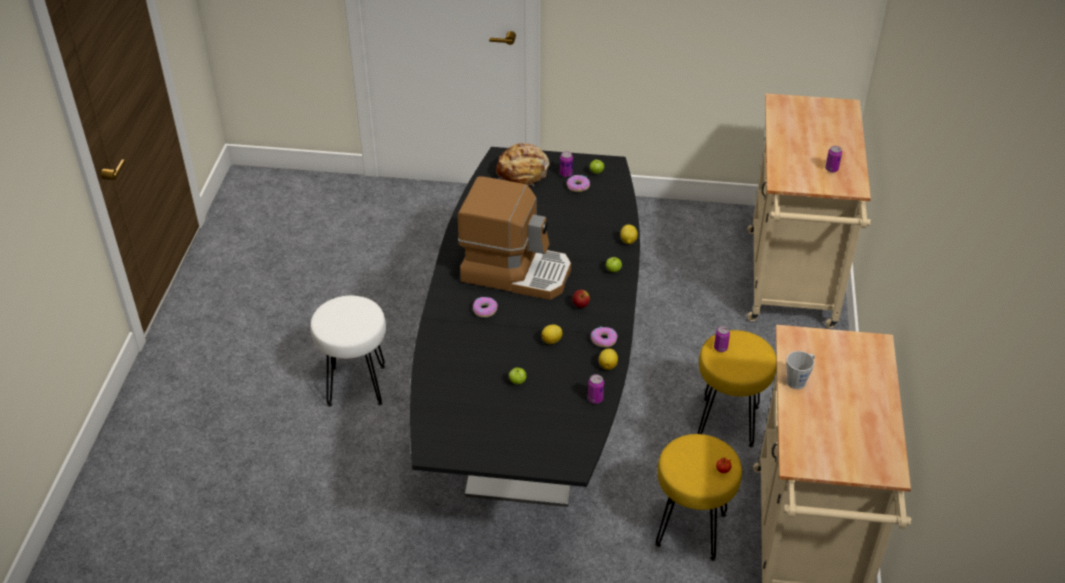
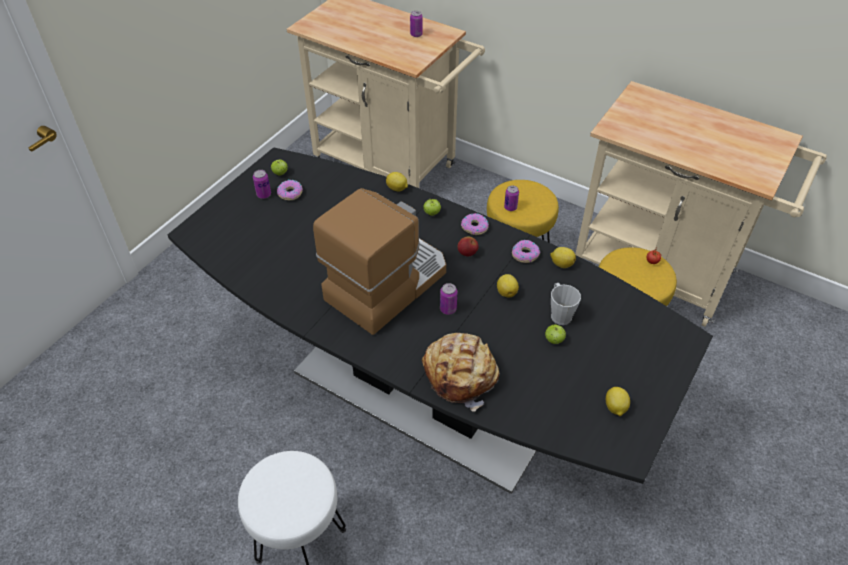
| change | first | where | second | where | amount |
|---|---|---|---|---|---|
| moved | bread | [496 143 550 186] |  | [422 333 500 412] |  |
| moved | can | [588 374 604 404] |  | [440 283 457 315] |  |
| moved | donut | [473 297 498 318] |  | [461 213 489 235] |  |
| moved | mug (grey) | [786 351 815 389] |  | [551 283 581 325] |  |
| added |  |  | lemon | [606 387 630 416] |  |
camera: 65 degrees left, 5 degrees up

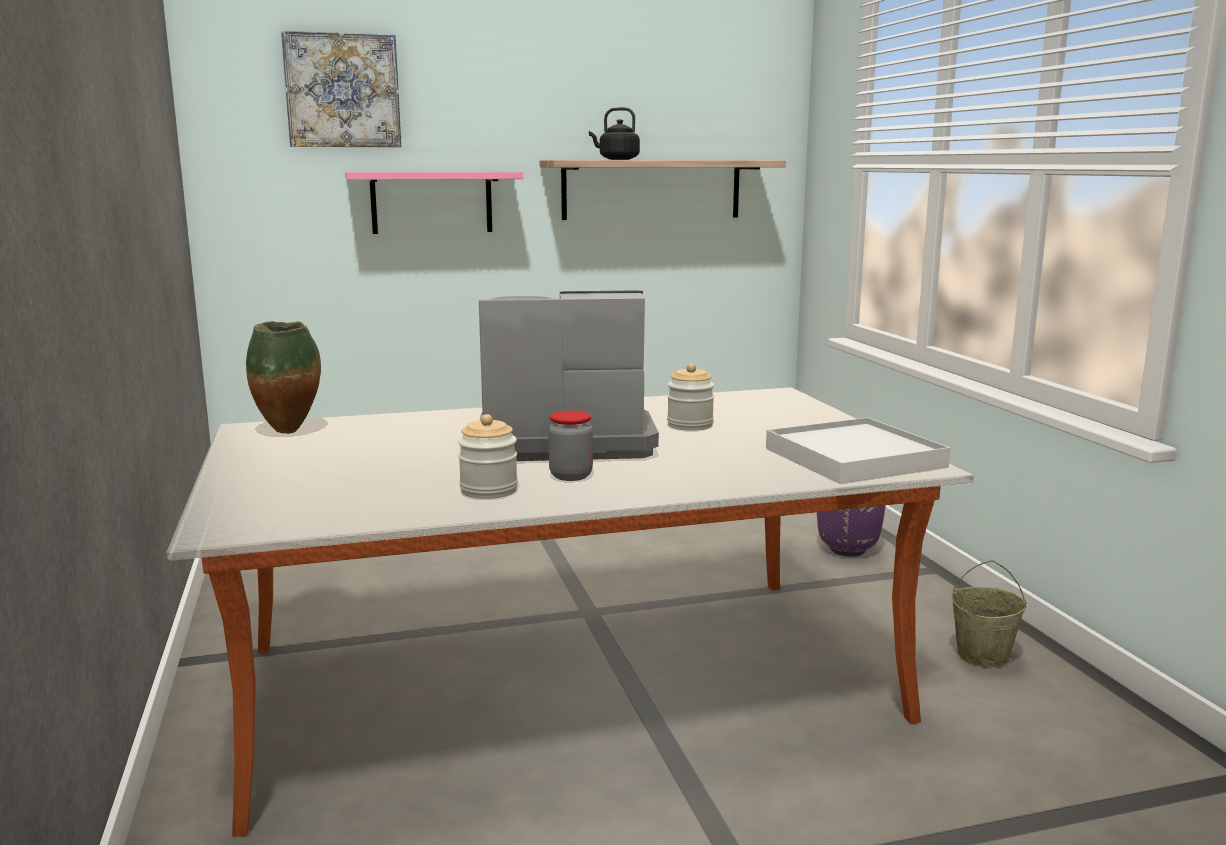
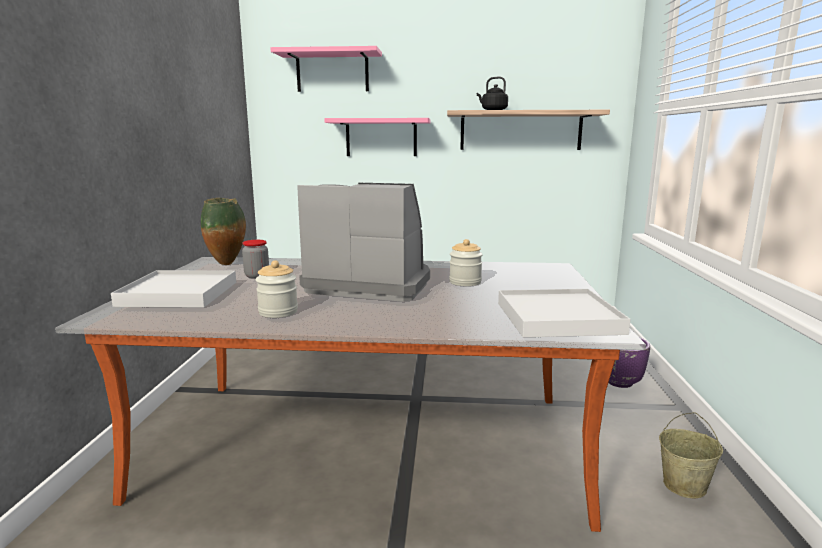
| change | first | where | second | where | amount |
|---|---|---|---|---|---|
| added |  |  | tray (white) | [111 270 236 308] |  |
| moved | jar | [548 410 593 481] |  | [242 240 269 279] |  |
| replaced | picture | [281 30 401 147] | shelf (pink) | [270 46 382 92] |  |
camera: 20 degrees right, 0 degrees up

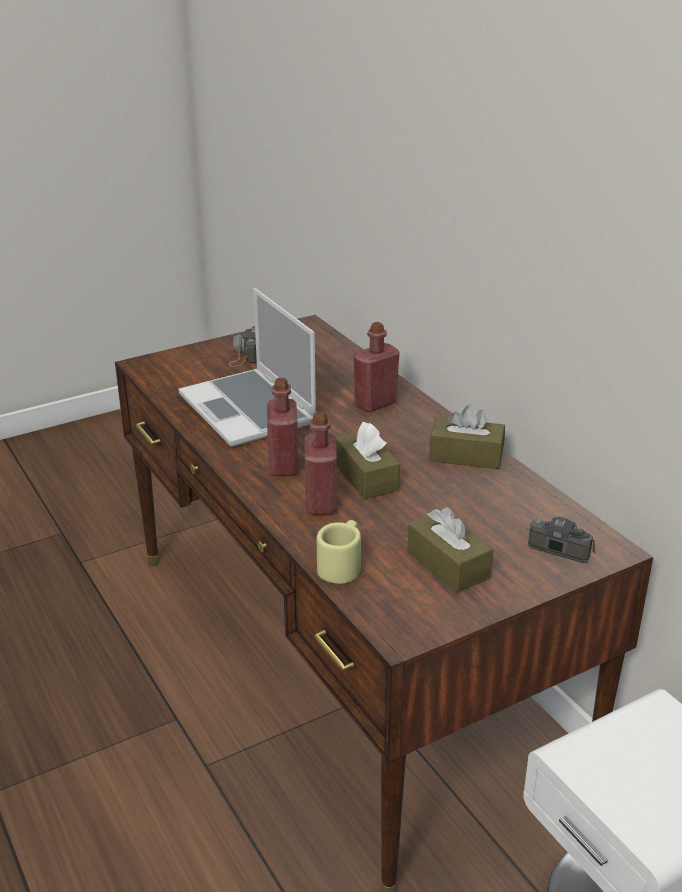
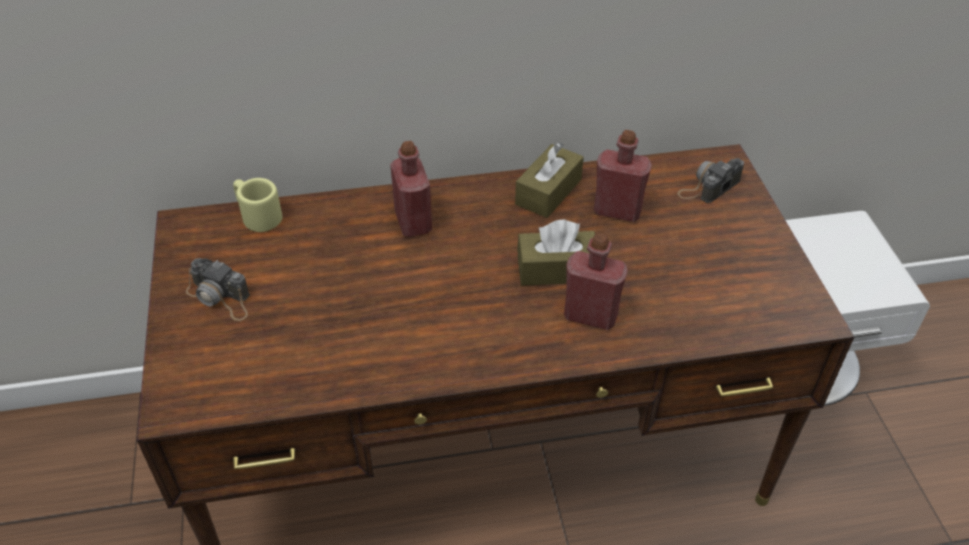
| change | first | where | second | where | amount |
|---|---|---|---|---|---|
| moved | mug (beige) | [317 520 361 584] |  | [233 178 283 232] |  |
| moved | bottle (red) | [267 378 299 476] |  | [594 130 652 222] |  |
| removed | laptop | [178 288 316 447] |  |  |  |
| removed | tissue box (brown) | [407 507 494 593] |  |  |  |
camera: 70 degrees left, 15 degrees up

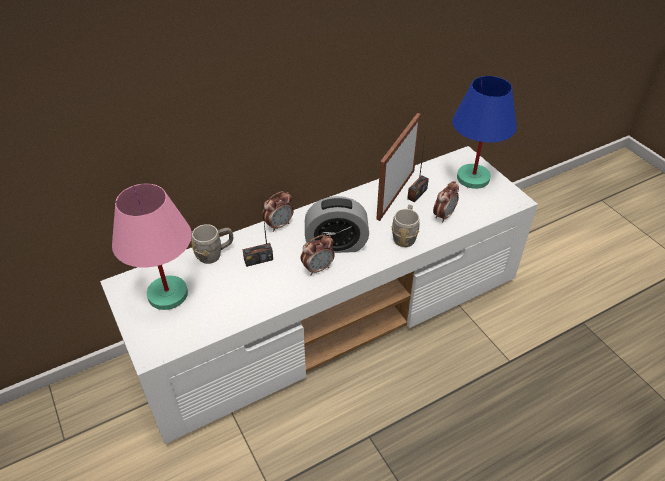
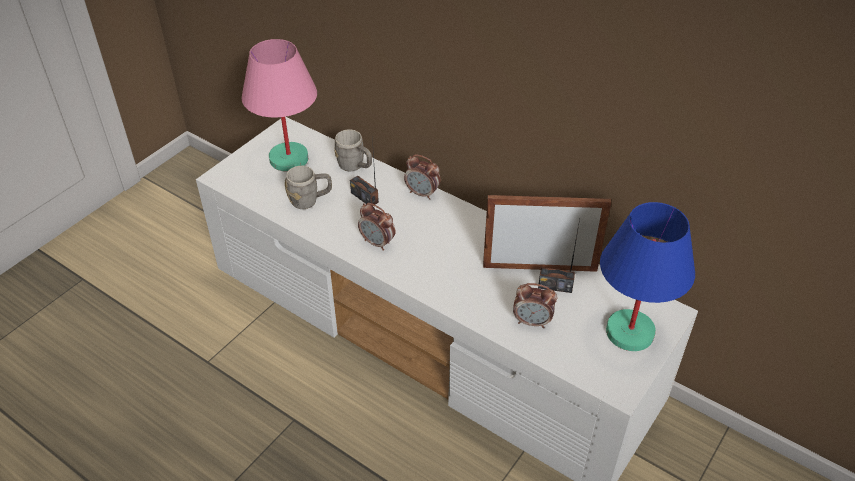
| change | first | where | second | where | amount |
|---|---|---|---|---|---|
| moved | mug (grey) | [392 205 420 247] |  | [285 166 332 209] |  |
| removed | alarm clock | [305 196 369 253] |  |  |  |
camera: 65 degrees right, 0 degrees up

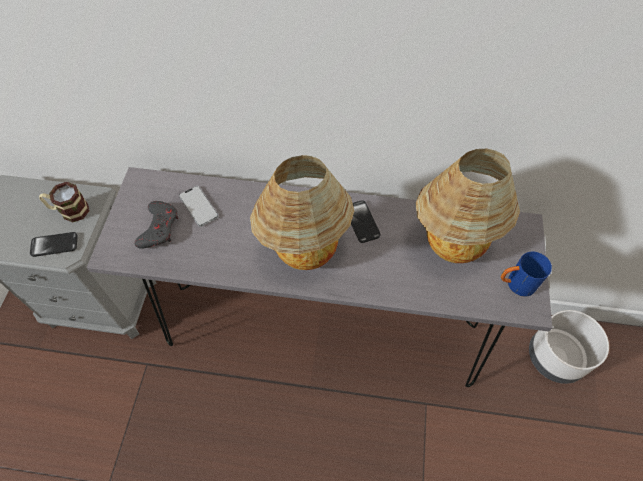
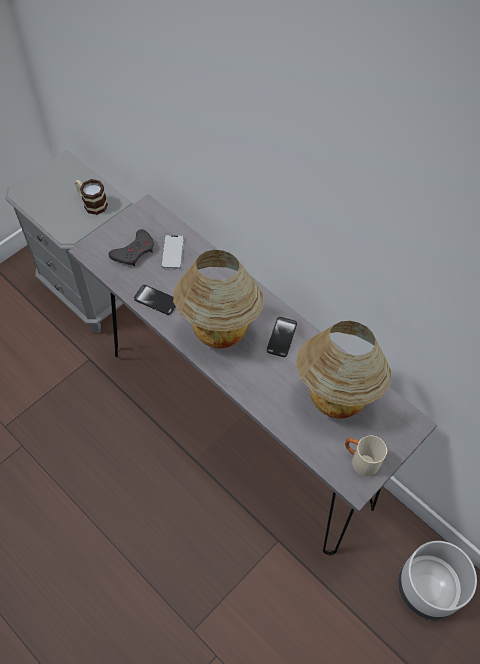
| change | first | where | second | where | amount |
|---|---|---|---|---|---|
| moved | phone | [30 232 78 257] |  | [134 285 176 315] |  |
| recoloured | mug (blue) | [501 252 552 297] | mug (beige) | [345 436 387 476] |  |
camera: 35 degrees right, 0 degrees up

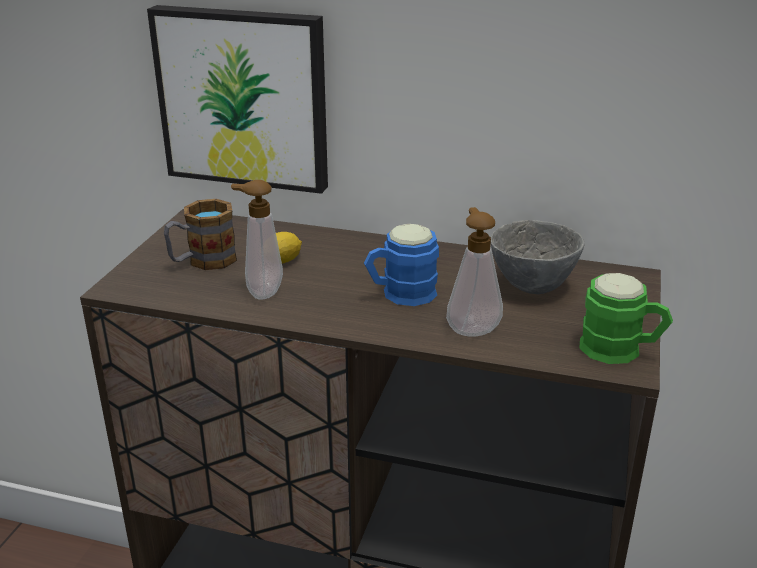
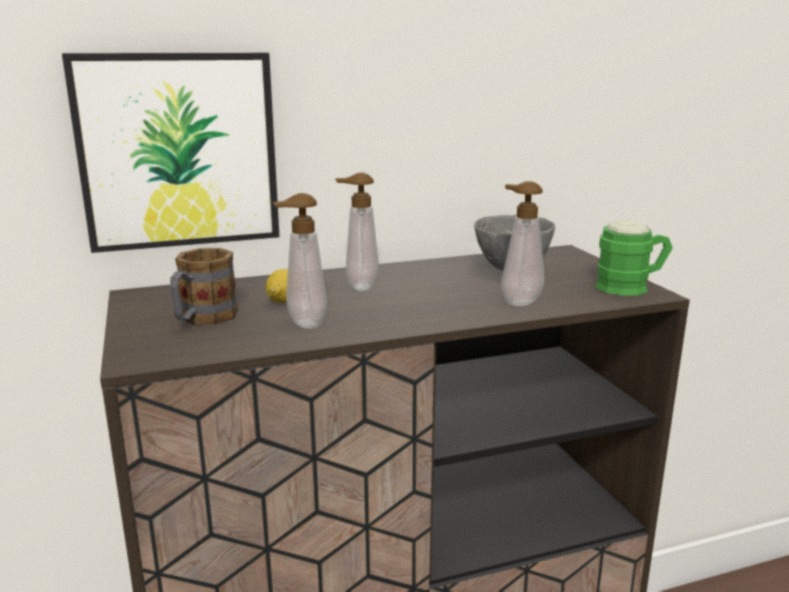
| change | first | where | second | where | amount |
|---|---|---|---|---|---|
| added |  |  | soap dispenser | [335 173 379 291] |  |
| removed | mug (blue) | [364 224 439 306] |  |  |  |
camera: 35 degrees left, 10 degrees down

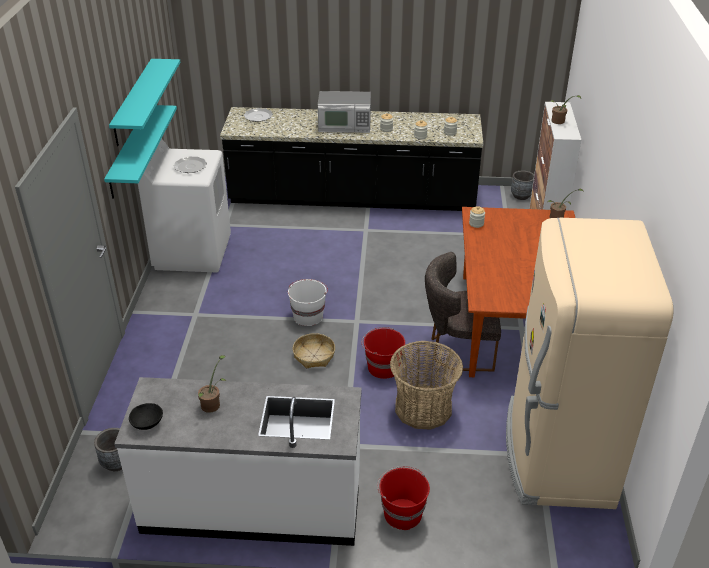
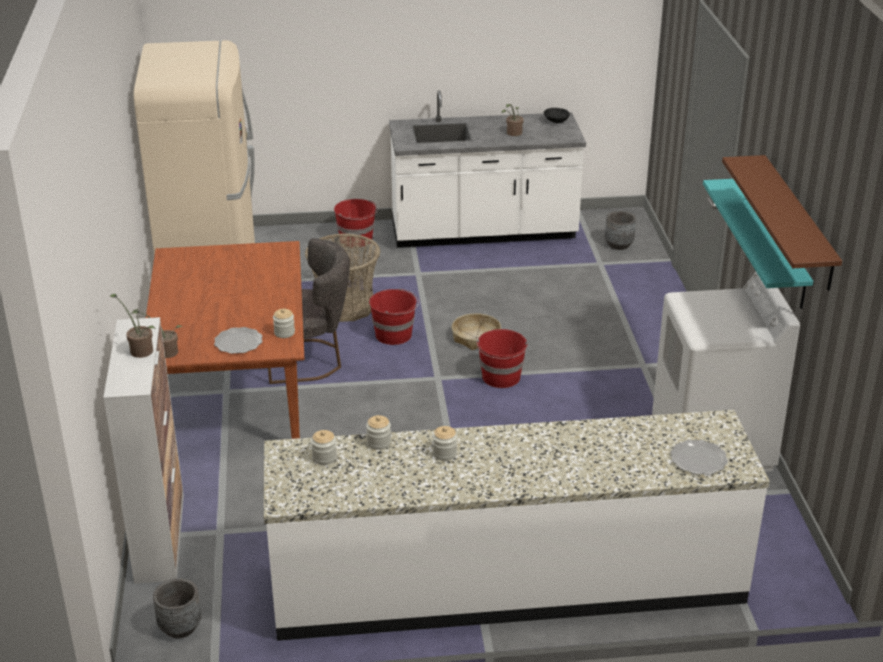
| change | first | where | second | where | amount |
|---|---|---|---|---|---|
| moved | plate | [173 156 207 173] |  | [214 327 263 354] |  |
| recoloured | counter (black) | [220 107 484 211] | counter (white) | [264 410 770 641] |  |
| recoloured | bucket (white) | [288 279 328 326] | bucket (red) | [477 329 528 388] |  |
| recoloured | shelf (turquoise) | [109 59 180 146] | shelf (brown) | [722 155 842 291] |  |
| removed | microwave | [318 91 371 133] |  |  |  |
camera: 170 degrees right, 5 degrees down

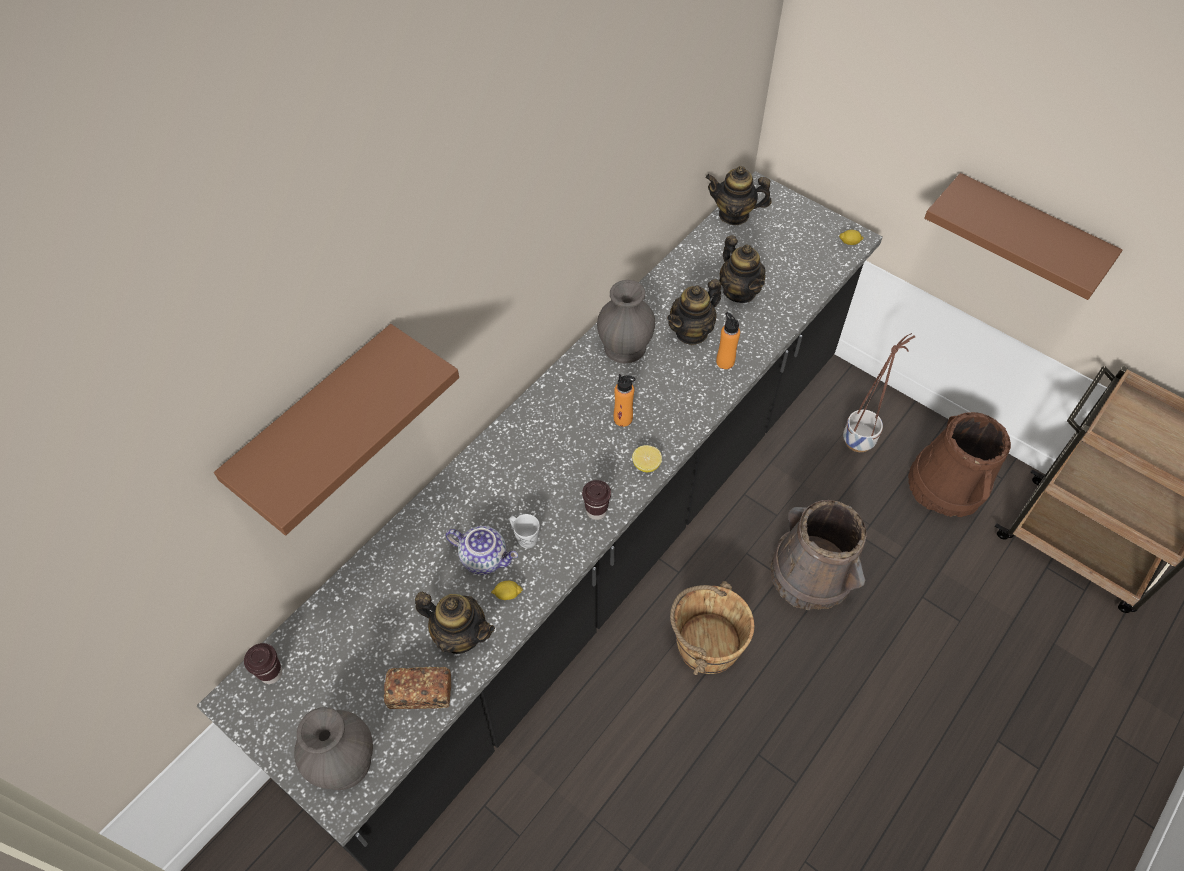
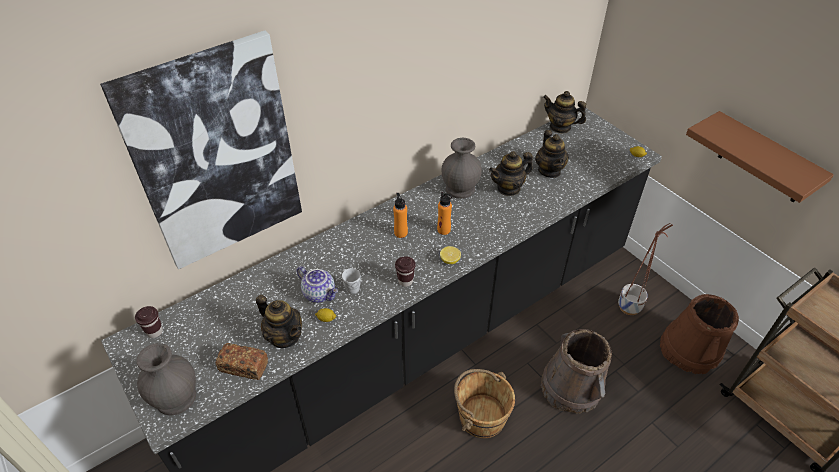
| change | first | where | second | where | amount |
|---|---|---|---|---|---|
| replaced | shelf (brown) | [214 324 459 536] | picture | [100 30 302 269] |  |
| moved | bottle (orange) | [716 312 740 369] |  | [393 193 408 238] |  |
camera: 15 degrees right, 10 degrees down

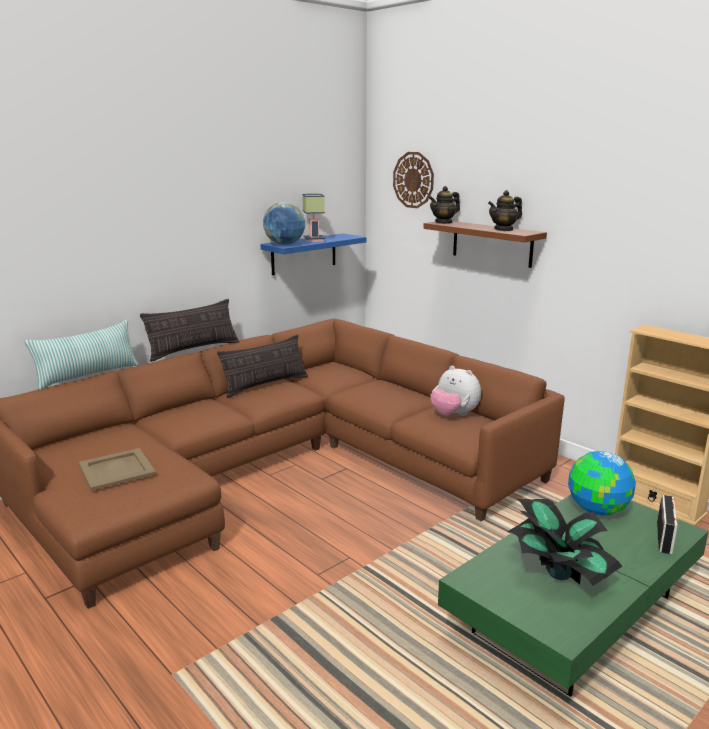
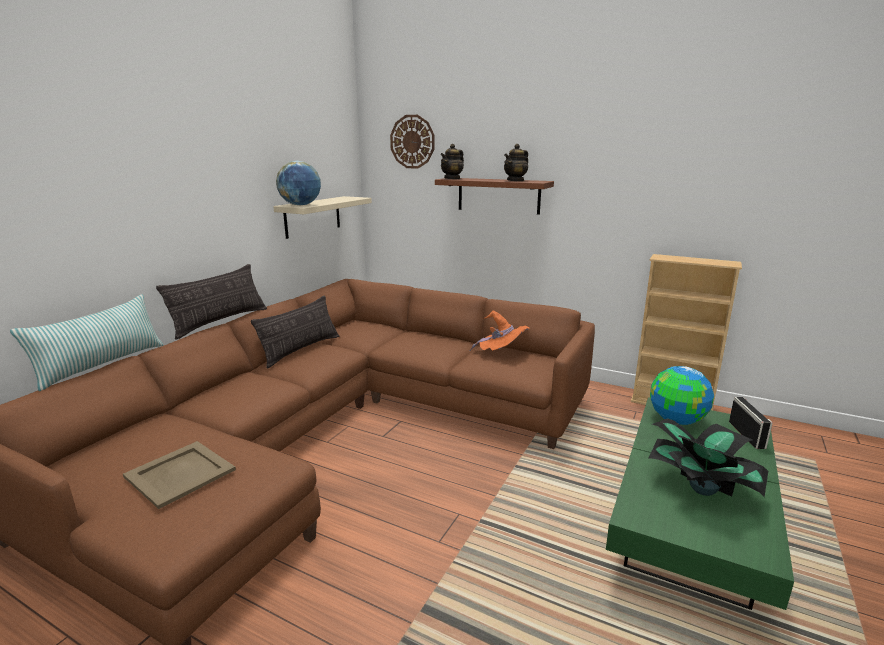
| change | first | where | second | where | amount |
|---|---|---|---|---|---|
| recoloured | shelf (blue) | [261 233 366 275] | shelf (beige) | [273 196 372 239] |  |
| replaced | plush toy | [430 366 481 416] | hat (orange) | [469 310 530 351] |  |
| removed | table lamp | [302 194 325 242] |  |  |  |
camera: 20 degrees left, 0 degrees up

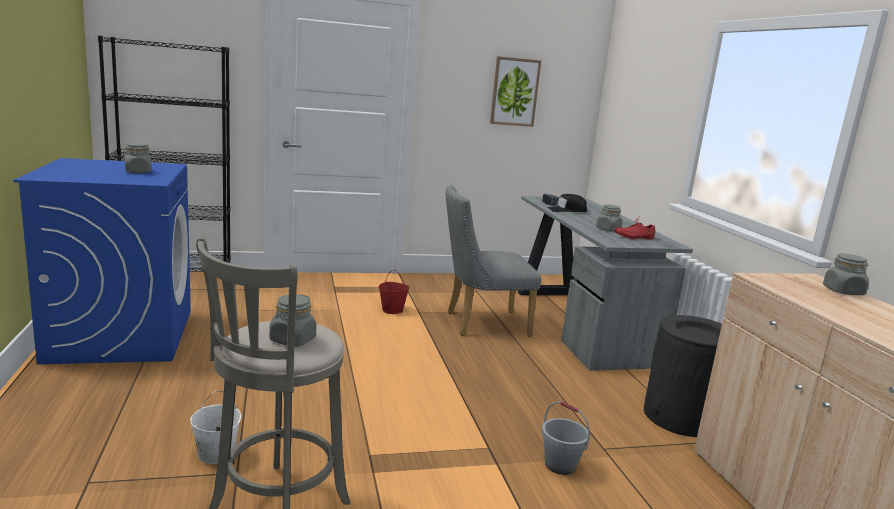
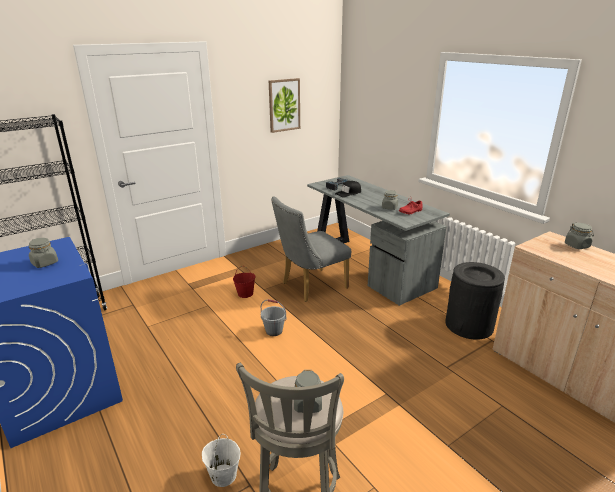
| change | first | where | second | where | amount |
|---|---|---|---|---|---|
| moved | bucket (grey) | [541 401 590 475] |  | [261 299 286 336] |  |
camera: 20 degrees left, 10 degrees up

